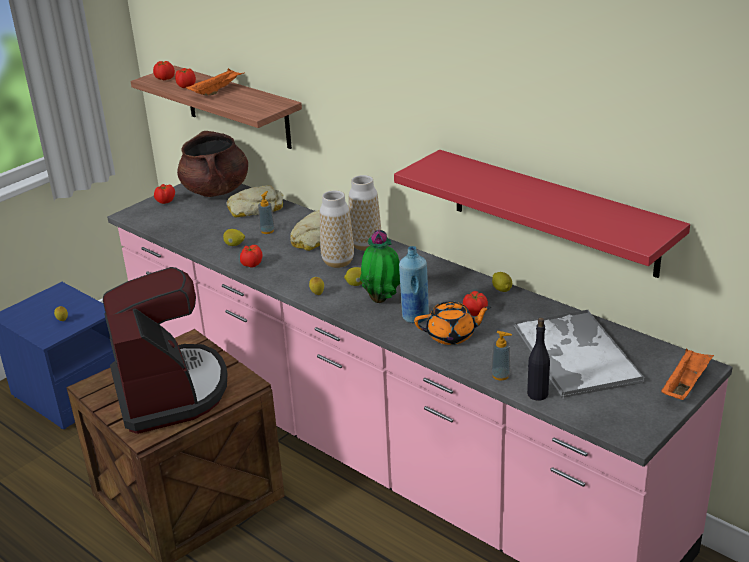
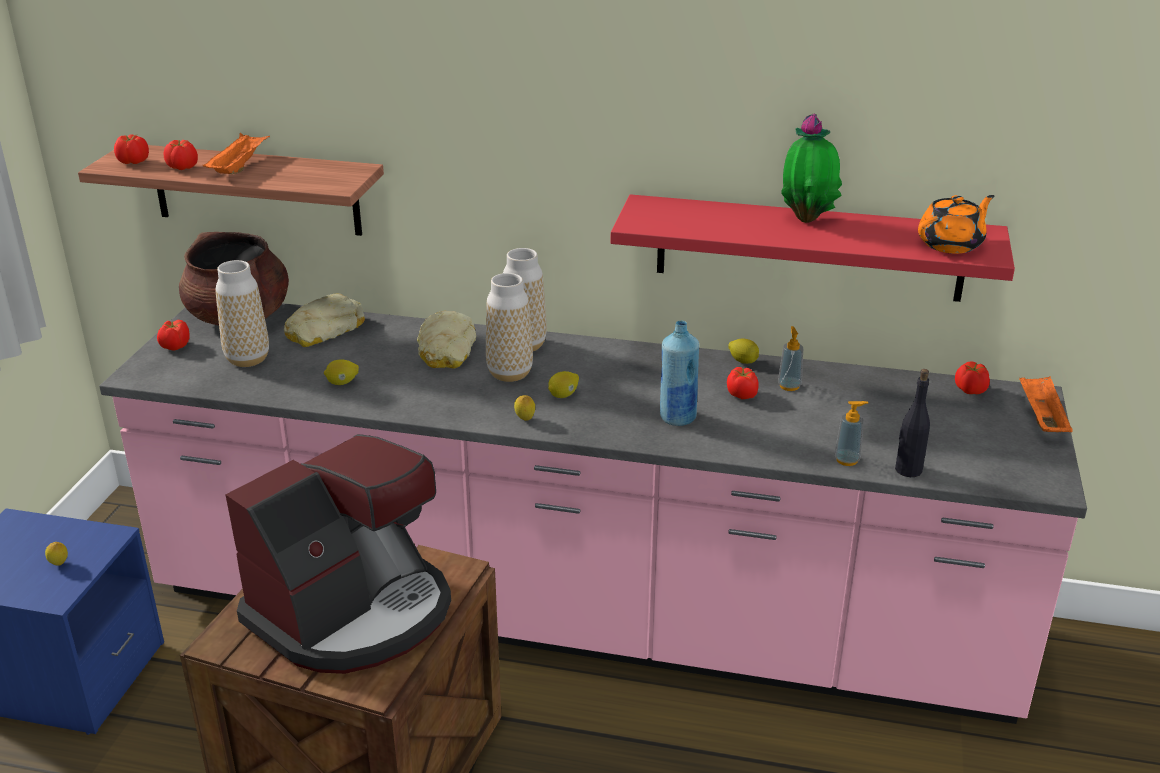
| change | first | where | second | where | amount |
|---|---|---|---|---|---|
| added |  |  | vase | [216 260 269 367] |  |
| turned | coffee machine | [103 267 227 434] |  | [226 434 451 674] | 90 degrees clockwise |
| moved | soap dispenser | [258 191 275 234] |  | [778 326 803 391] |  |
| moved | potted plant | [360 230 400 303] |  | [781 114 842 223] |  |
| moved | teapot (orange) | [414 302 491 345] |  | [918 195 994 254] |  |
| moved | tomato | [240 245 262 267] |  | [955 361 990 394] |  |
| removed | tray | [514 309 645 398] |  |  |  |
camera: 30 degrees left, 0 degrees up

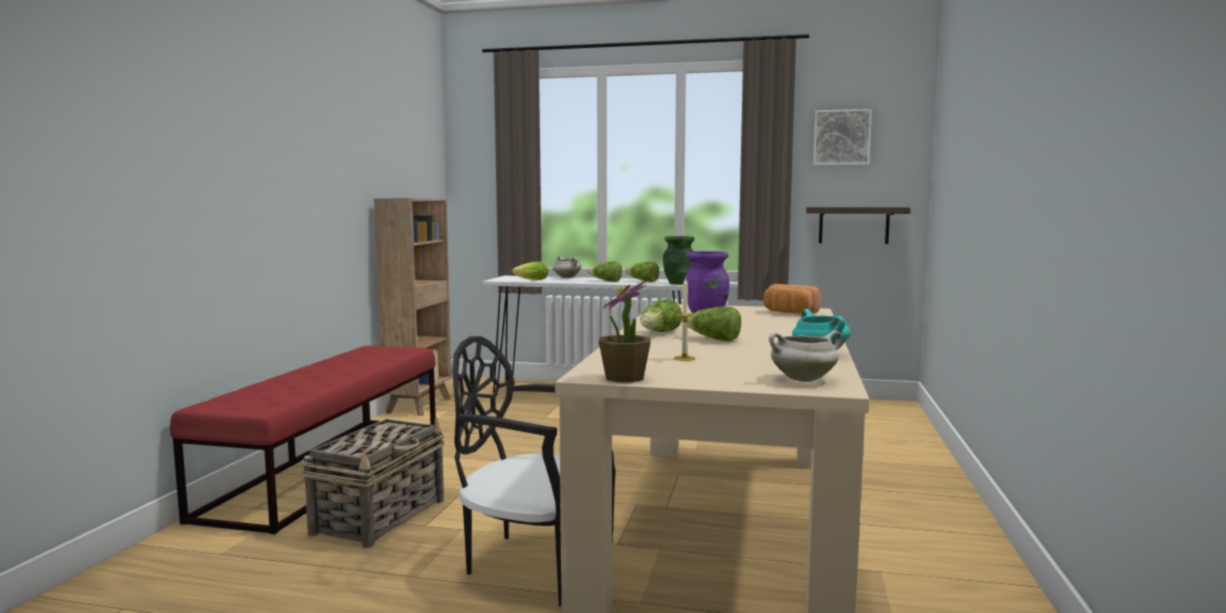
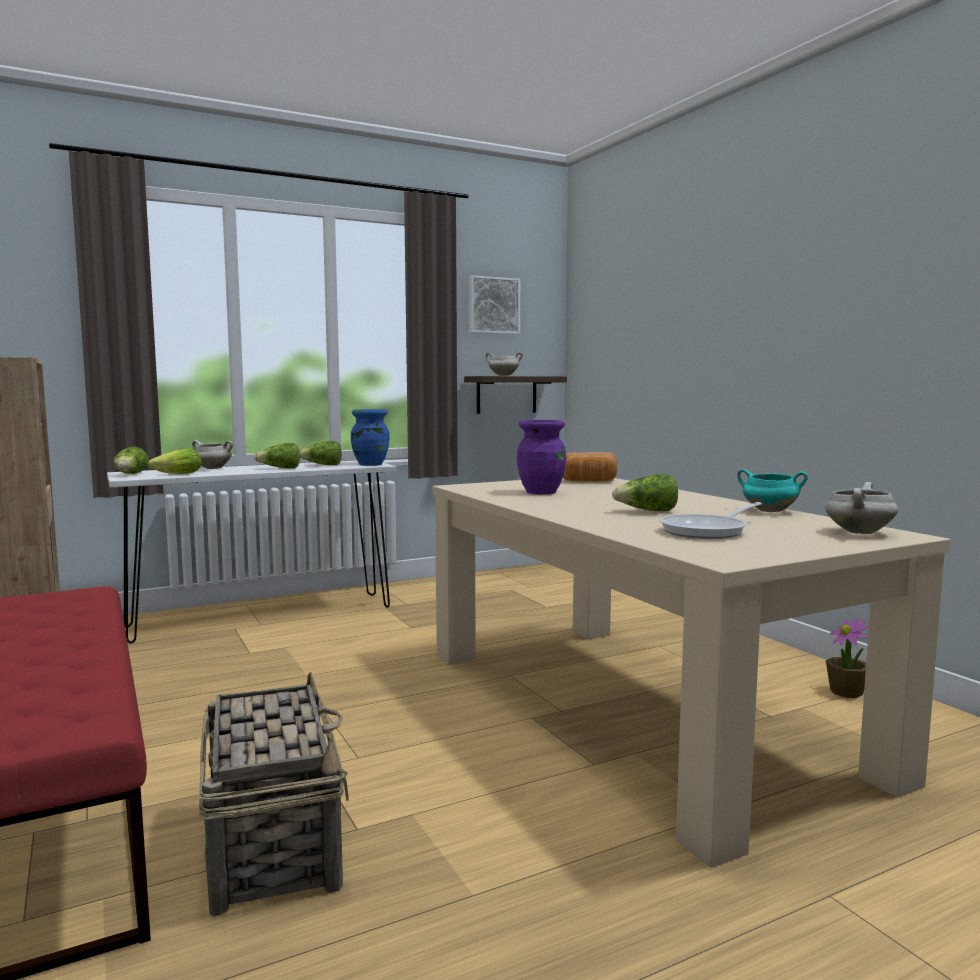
| change | first | where | second | where | amount |
|---|---|---|---|---|---|
| moved | lettuce | [640 299 682 332] |  | [113 447 148 474] |  |
| recoloured | vase (green) | [663 236 695 285] | vase (blue) | [351 409 389 466] |  |
| added |  |  | cooking pot (white) | [485 352 523 376] |  |
| replaced | candle | [674 277 695 361] | frying pan | [659 502 762 539] |  |
| moved | potted plant | [599 280 651 383] |  | [826 618 868 698] |  |
| removed | chair (black) | [452 336 615 606] |  |  |  |
camera: 40 degrees left, 0 degrees up

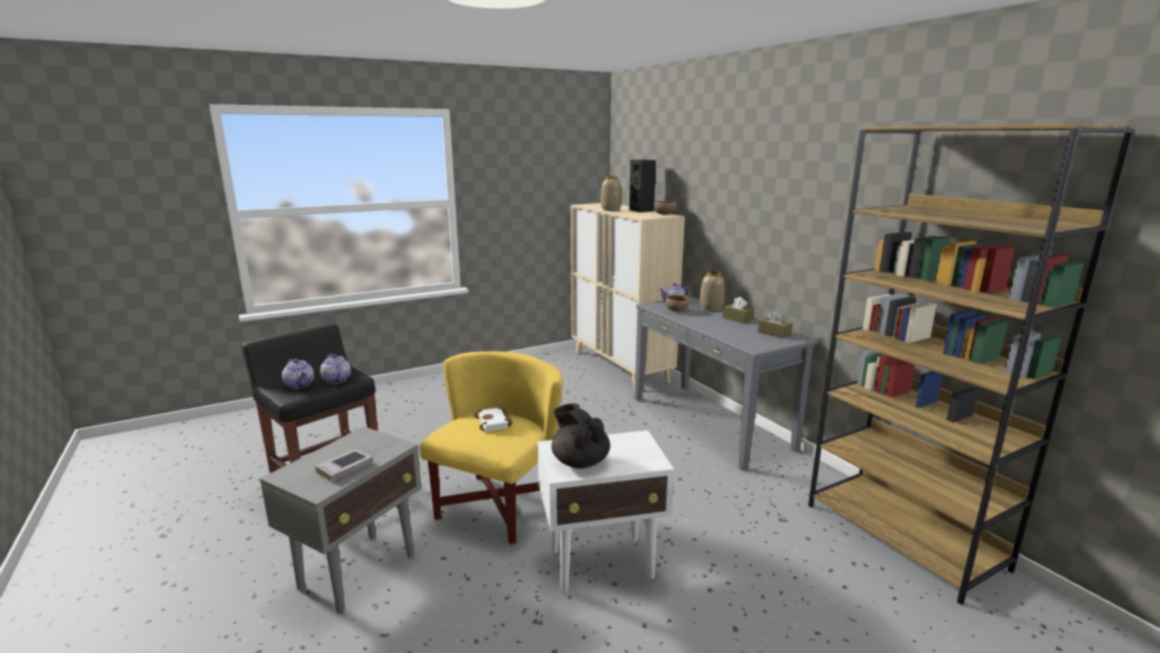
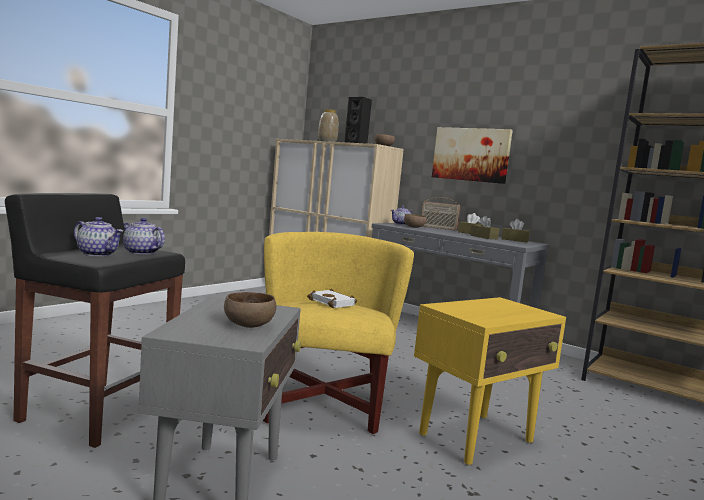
| change | first | where | second | where | amount |
|---|---|---|---|---|---|
| replaced | book | [315 449 373 481] | bowl (brown) | [224 292 276 328] |  |
| recoloured | side table (white) | [538 430 674 592] | side table (yellow) | [414 297 566 465] |  |
| replaced | vase | [700 271 725 311] | radio | [422 197 461 230] |  |
| added |  |  | picture | [432 127 513 184] |  |
| added |  |  | tissue box (brown) | [470 216 500 239] |  |
| removed | teapot (black) | [551 404 610 468] |  |  |  |
camera: 25 degrees left, 10 degrees down

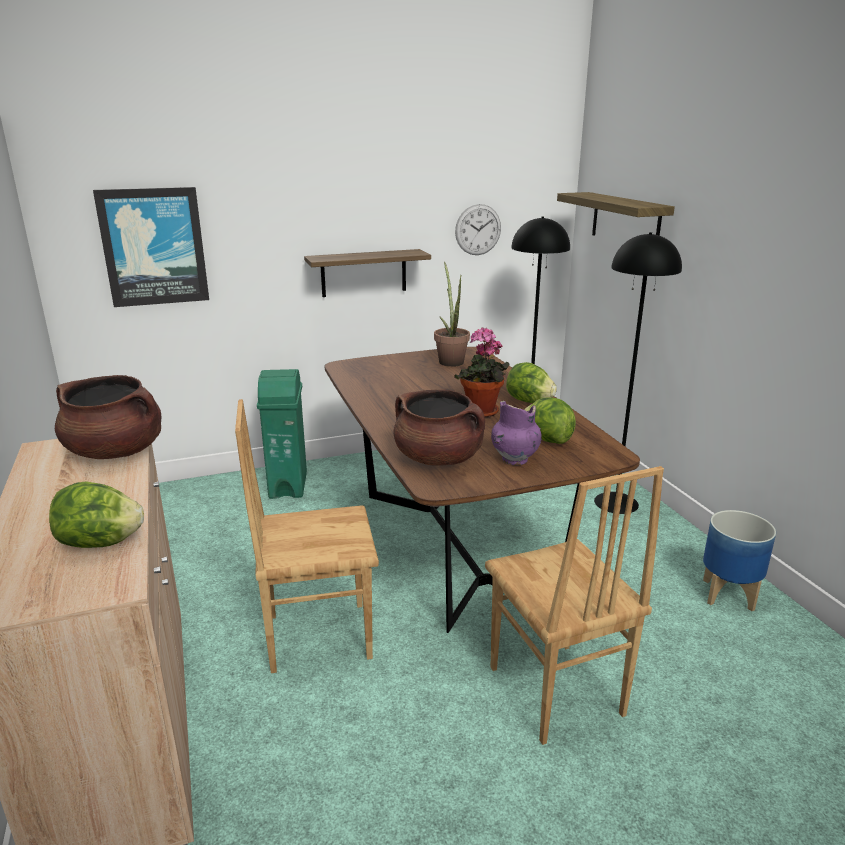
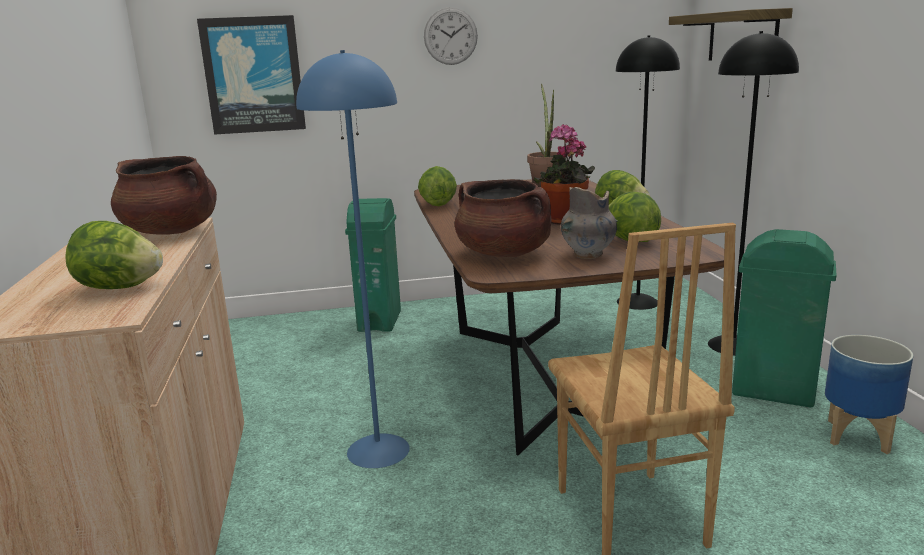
| change | first | where | second | where | amount |
|---|---|---|---|---|---|
| replaced | chair (brown) | [235 399 379 673] | floor lamp (blue) | [296 50 410 468] |  |
| added |  |  | lettuce | [418 166 457 206] |  |
| moved | wall clock | [455 204 501 255] |  | [424 7 478 65] |  |
| recoloured | vase (purple) | [491 401 542 466] | vase (grey) | [561 187 618 259] |  |
| added |  |  | trash can (green) | [732 229 837 407] |  |
| removed | shelf | [304 249 431 297] |  |  |  |
camera: 10 degrees right, 5 degrees down

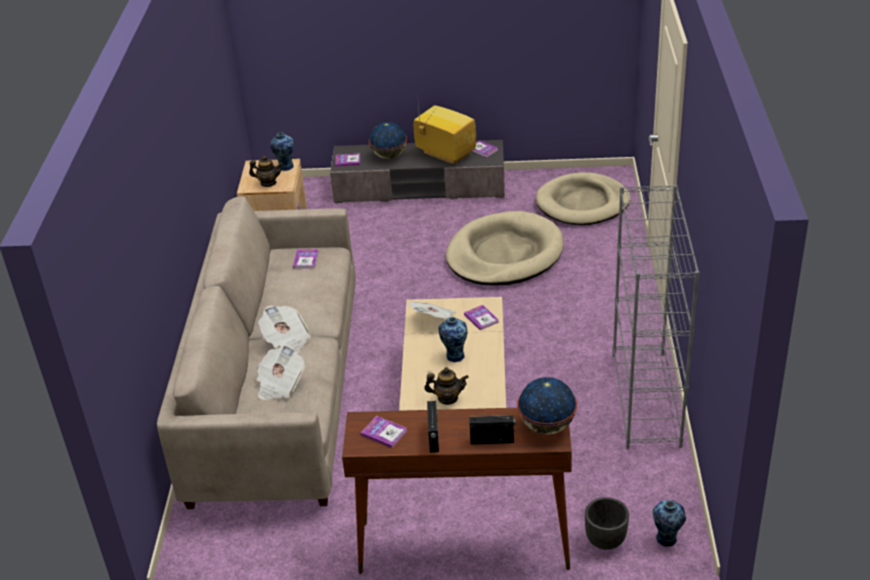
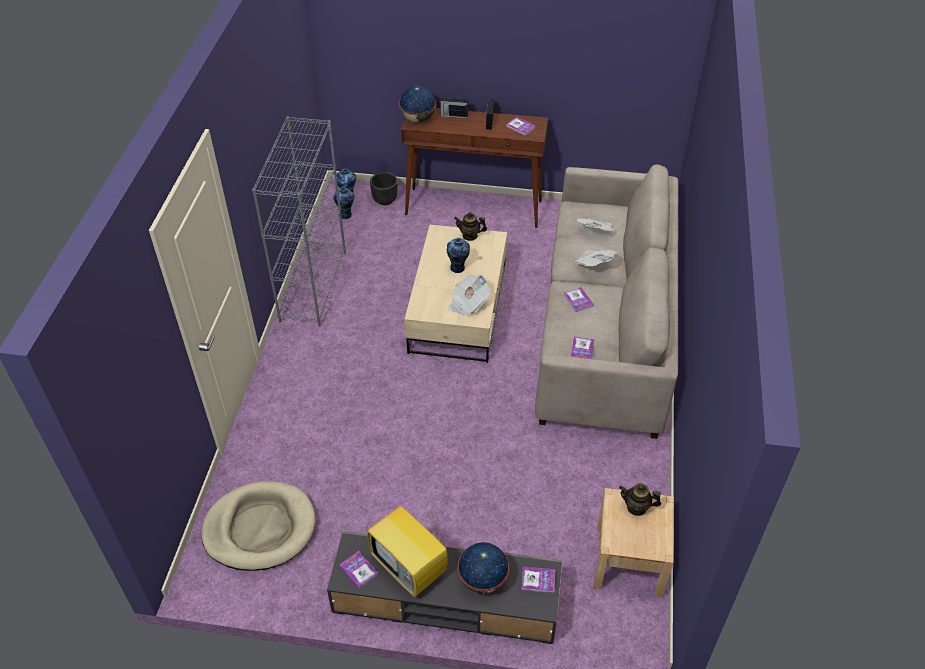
| change | first | where | second | where | amount |
|---|---|---|---|---|---|
| moved | vase | [270 132 294 171] |  | [333 187 355 219] |  |
| moved | book | [464 305 499 330] |  | [564 287 594 312] |  |
| removed | dog bed (beige) | [446 211 564 286] |  |  |  |
camera: 175 degrees left, 10 degrees up

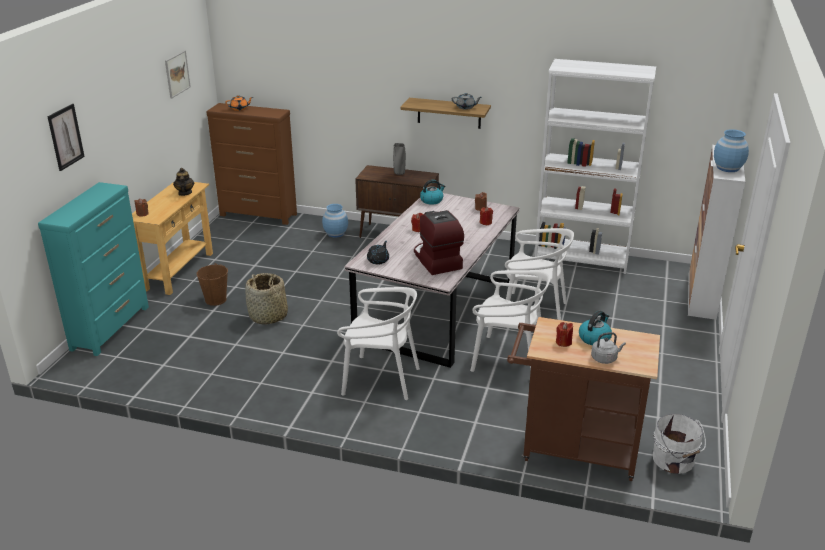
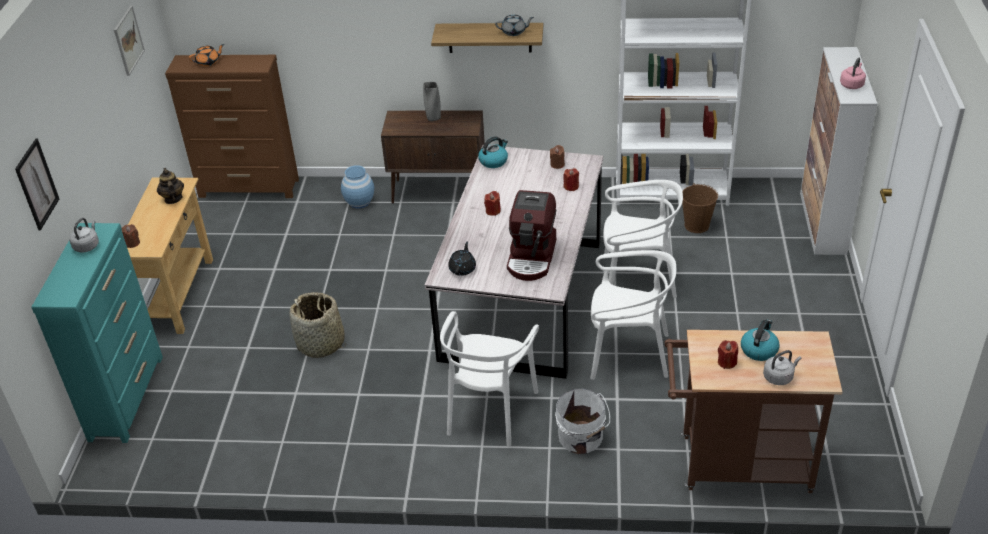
| change | first | where | second | where | amount |
|---|---|---|---|---|---|
| added |  |  | kettle (grey) | [69 218 99 252] |  |
| turned | chair (white) | [337 287 420 400] |  | [440 311 539 447] | 105 degrees clockwise |
| turned | coffee machine | [414 210 464 275] |  | [507 190 556 281] | 135 degrees counterclockwise |
| moved | bucket (white) | [653 414 706 474] |  | [555 388 610 454] |  |
| moved | bucket (brown) | [197 263 228 306] |  | [682 183 718 233] |  |
| replaced | vase (blue) | [714 129 749 172] | kettle (pink) | [840 58 866 89] |  |
camera: 10 degrees left, 10 degrees up

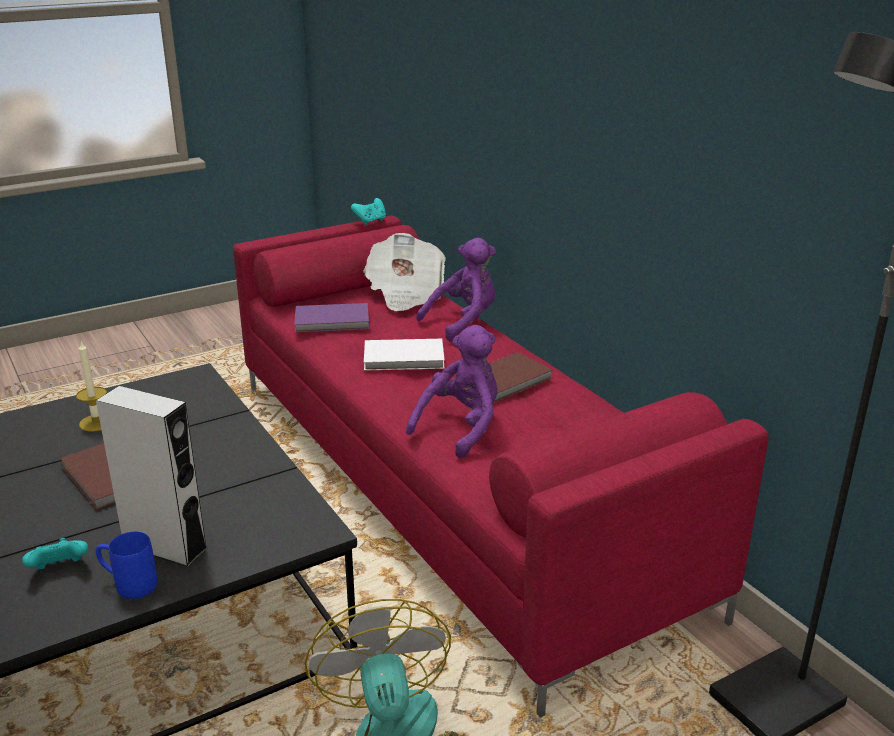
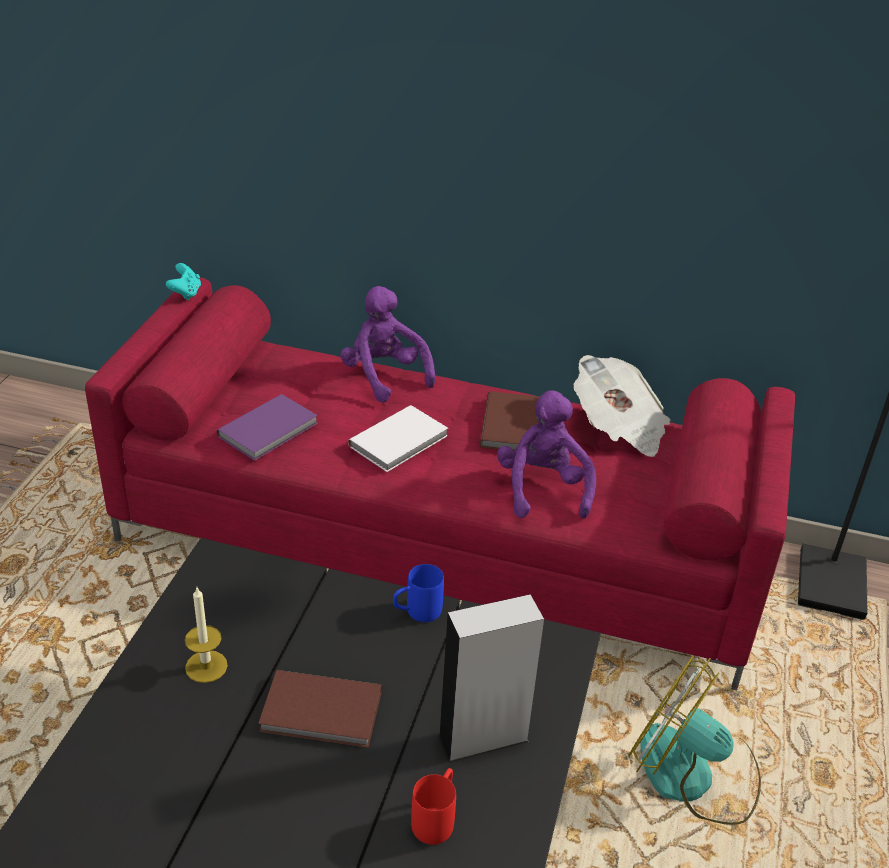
| change | first | where | second | where | amount |
|---|---|---|---|---|---|
| turned | plush toy (purple) | [416 238 496 341] |  | [340 286 436 403] | 45 degrees counterclockwise |
| moved | mug (blue) | [96 532 157 599] |  | [393 564 444 622] |  |
| replaced | game controller (turquoise) | [22 538 88 569] | mug (red) | [411 768 456 845] |  |
| moved | newspaper | [363 233 446 311] |  | [573 355 670 457] |  |
camera: 45 degrees left, 10 degrees up

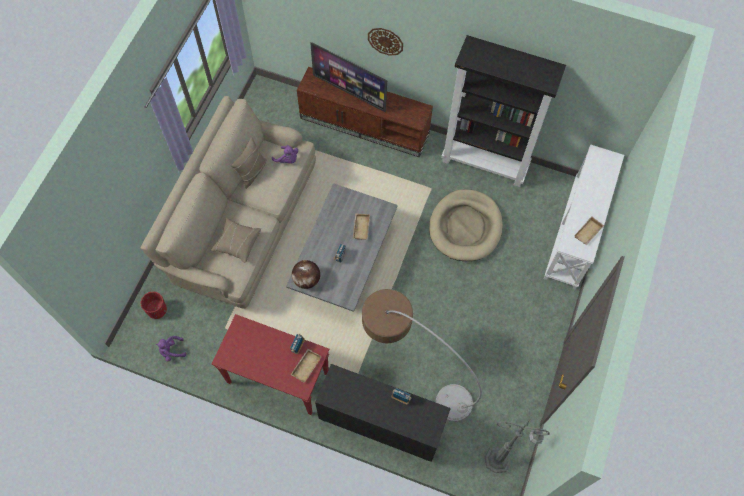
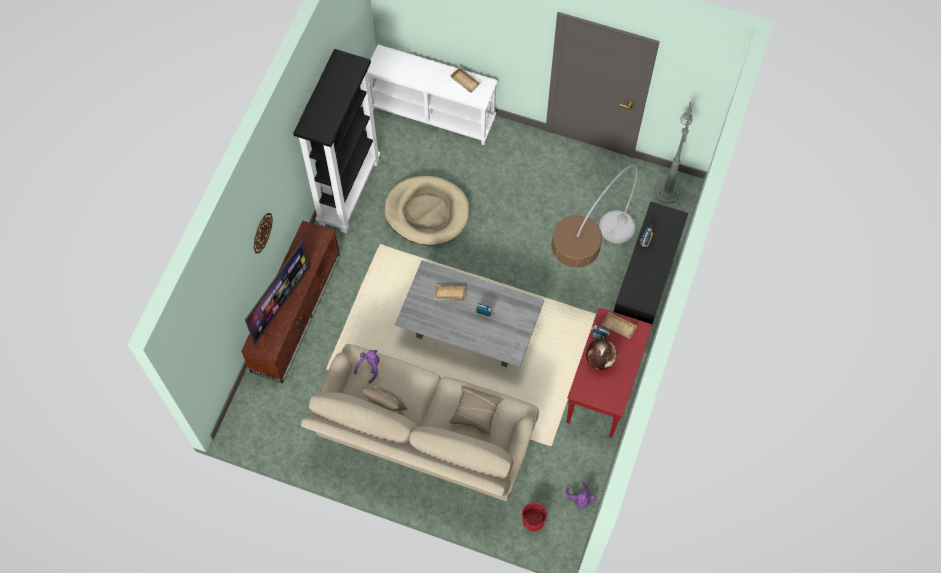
| change | first | where | second | where | amount |
|---|---|---|---|---|---|
| moved | globe | [292 260 320 289] |  | [586 339 617 370] |  |
camera: 90 degrees left, 0 degrees up

